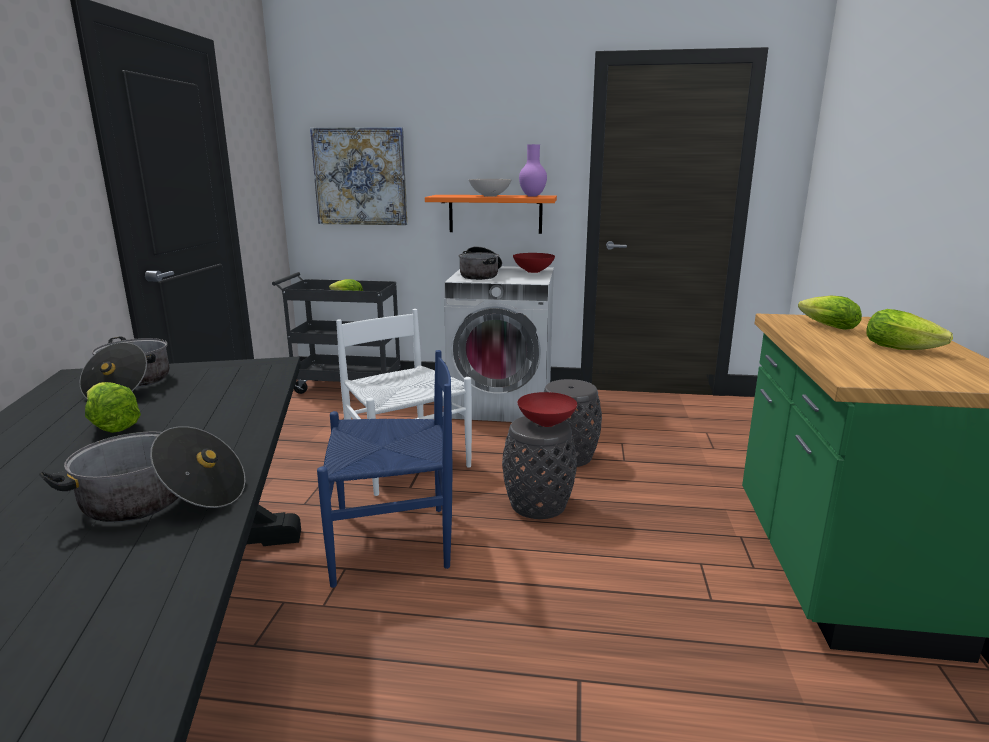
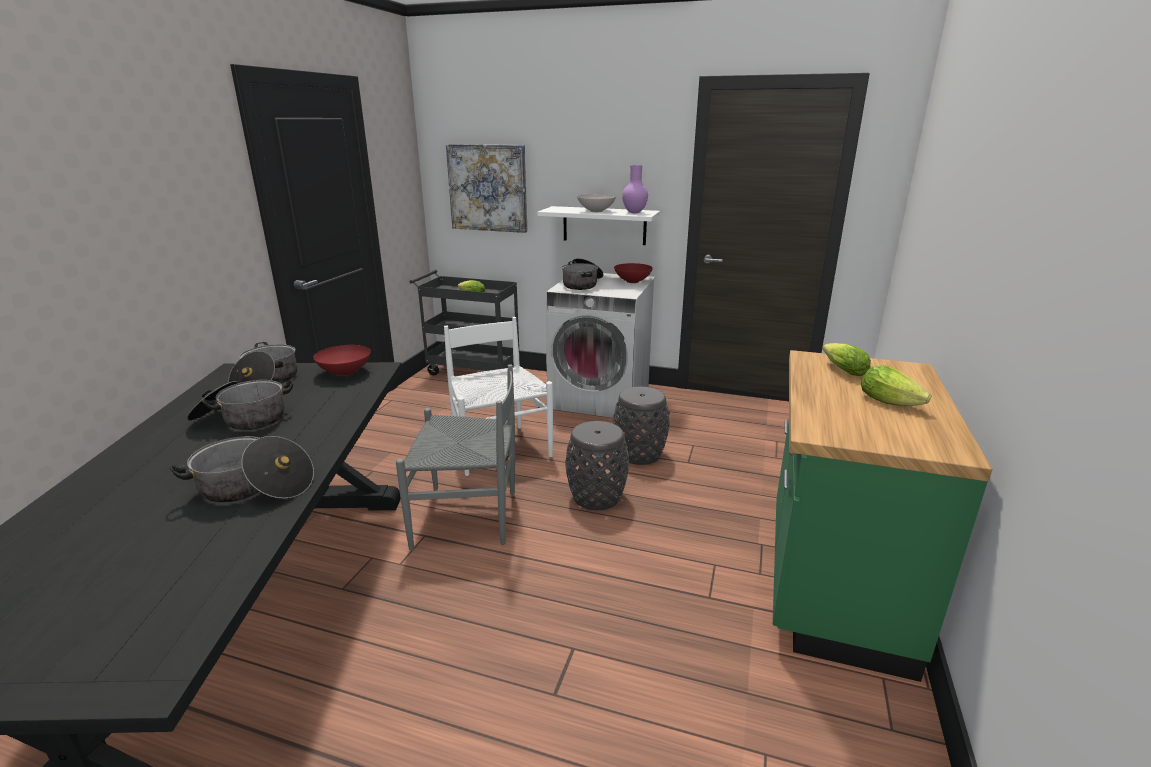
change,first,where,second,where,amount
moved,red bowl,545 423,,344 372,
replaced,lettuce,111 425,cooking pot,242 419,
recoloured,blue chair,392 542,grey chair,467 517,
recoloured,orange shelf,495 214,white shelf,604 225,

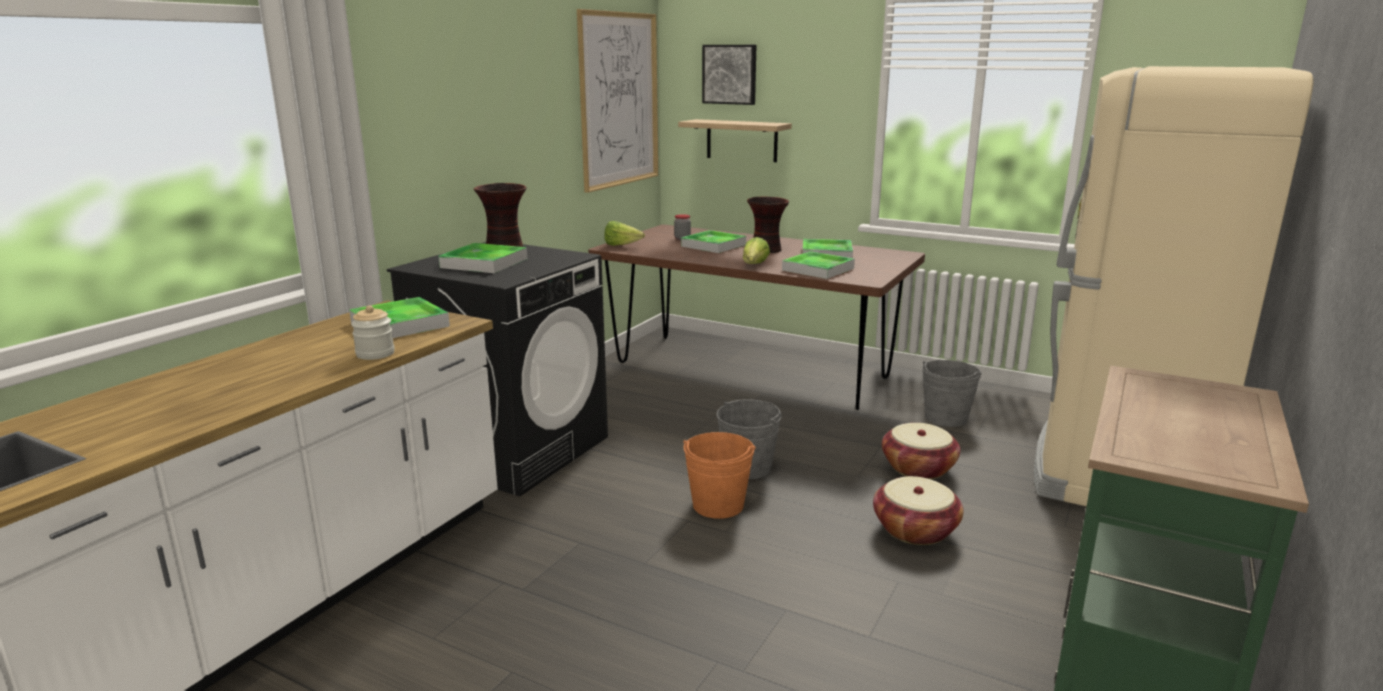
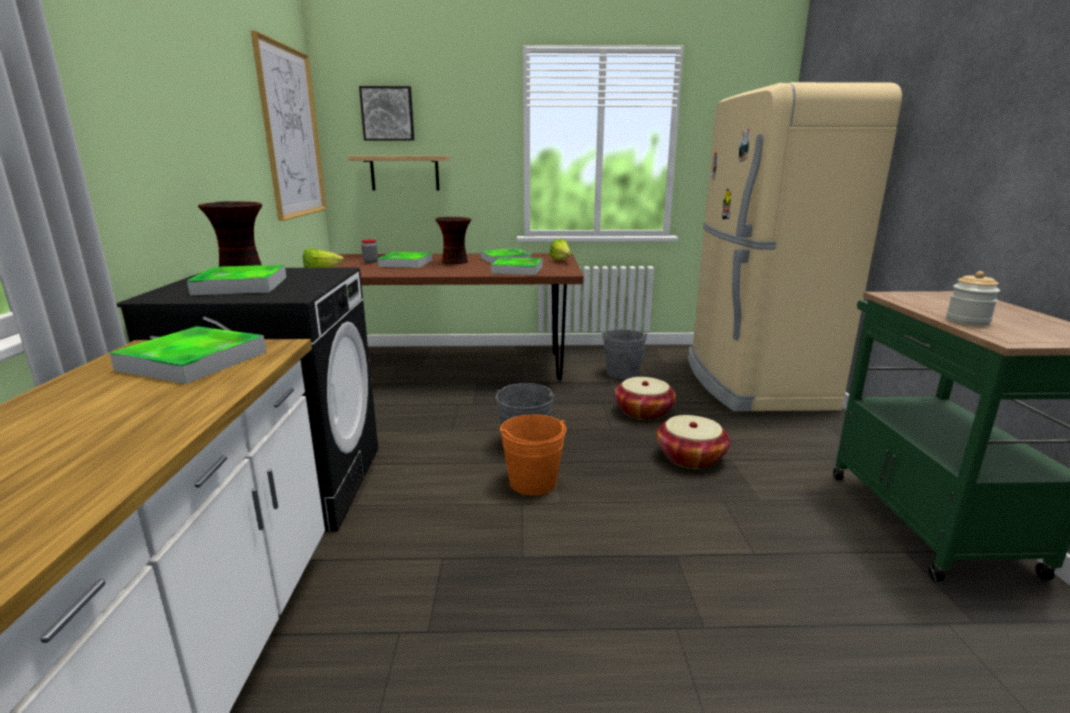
change,first,where,second,where,amount
moved,jar,375 354,,967 321,
moved,lettuce,754 265,,561 261,

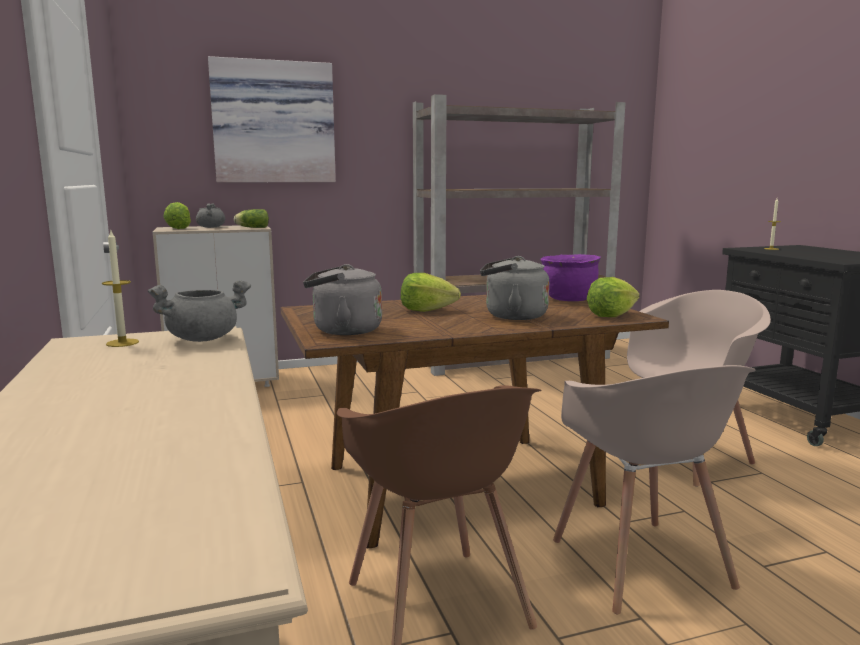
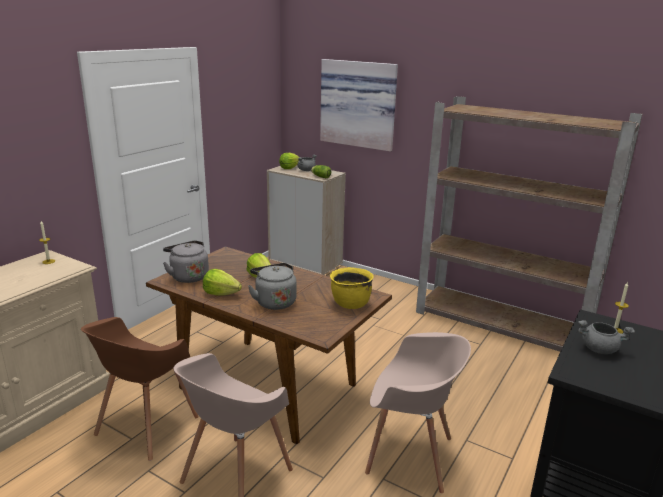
change,first,where,second,where,amount
moved,grey cooking pot,203 339,,599 349,
moved,lettuce,611 315,,221 293,
recoloured,purple cooking pot,568 300,yellow cooking pot,350 304,

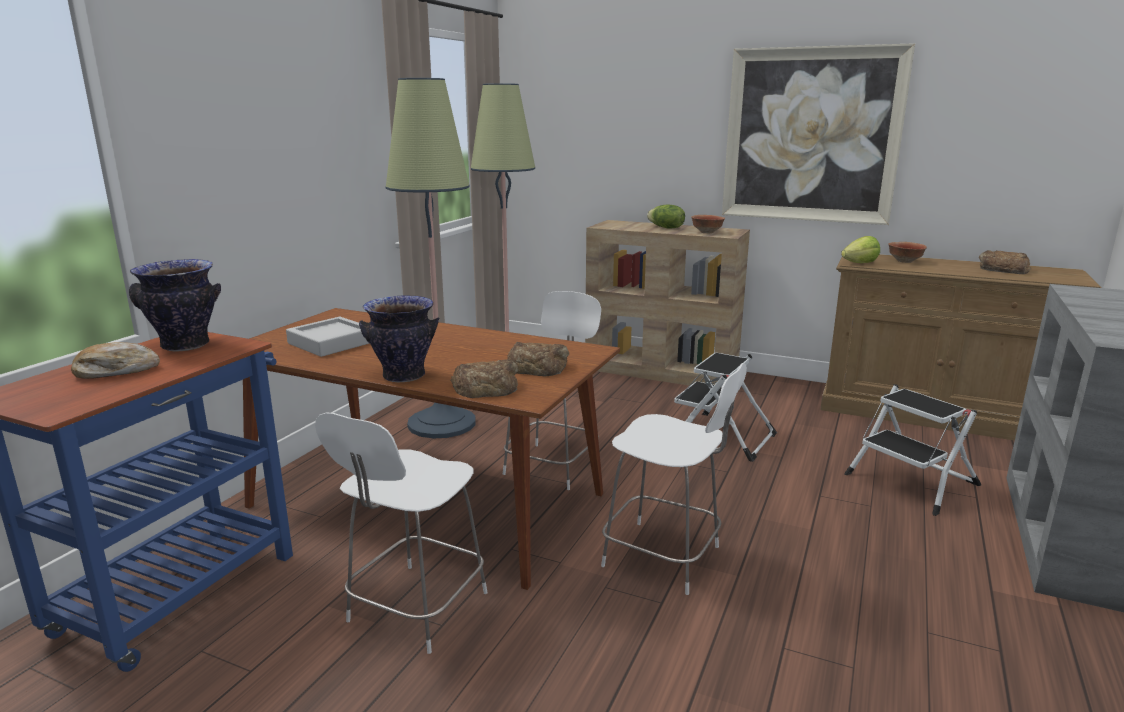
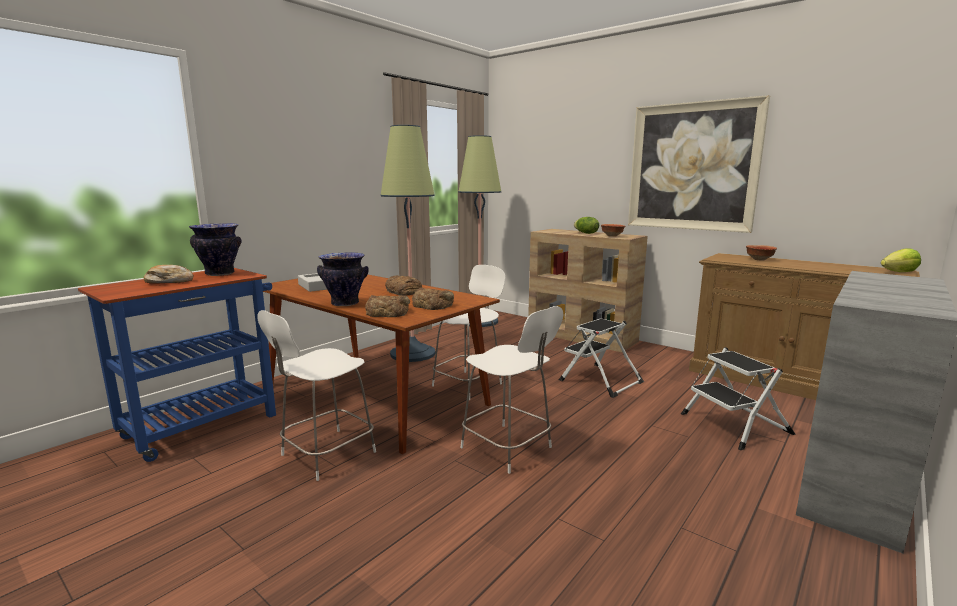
change,first,where,second,where,amount
moved,lettuce,860 263,,899 272,
moved,bread,1002 269,,403 291,

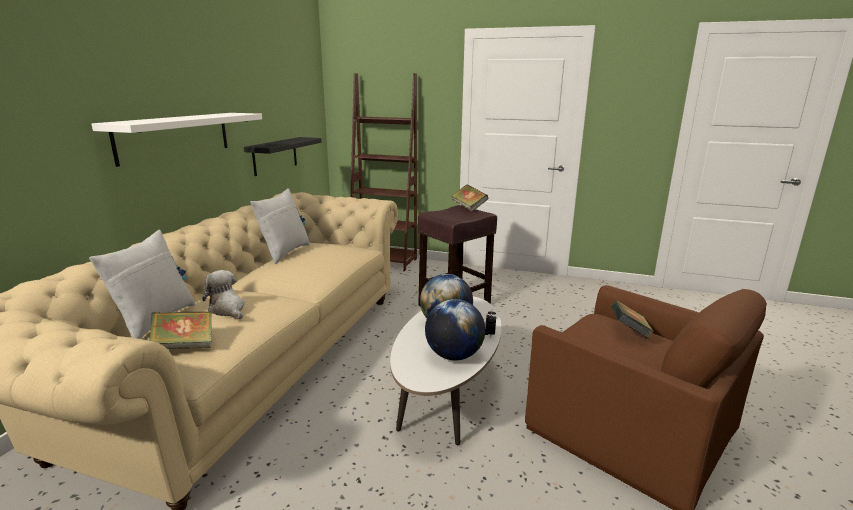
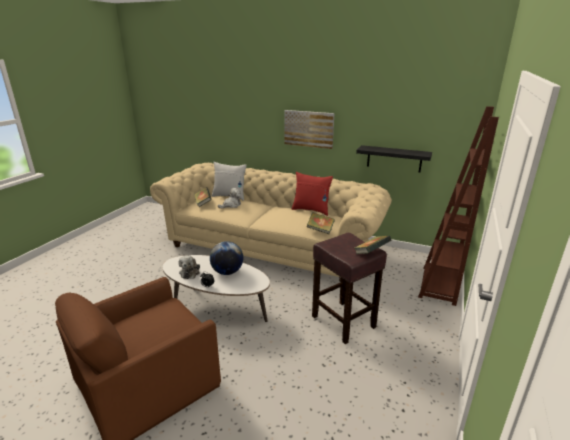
change,first,where,second,where,amount
moved,book,628 332,,320 230,
replaced,white shelf,175 136,picture,309 129,
replaced,globe,454 356,plush toy,190 272,
recoloured,grey pillow,285 253,red pillow,311 210,

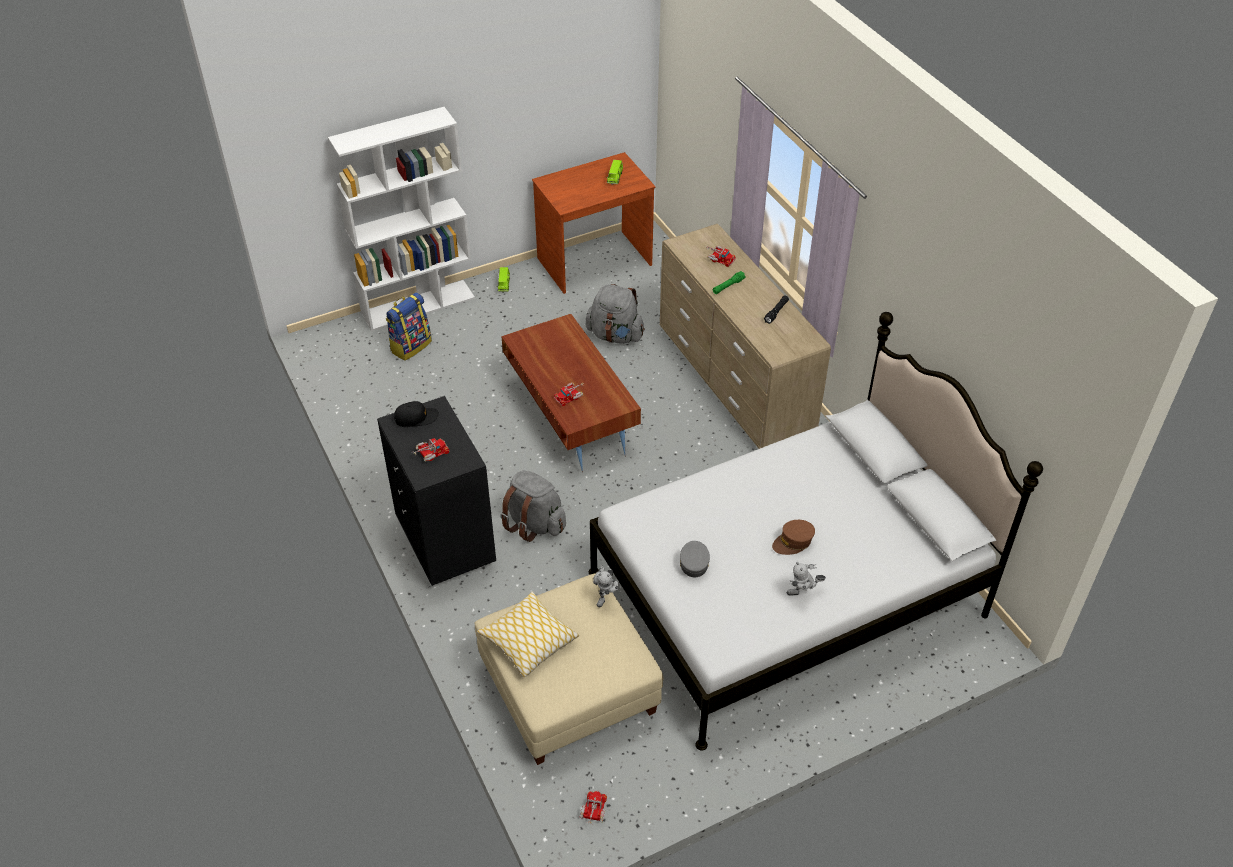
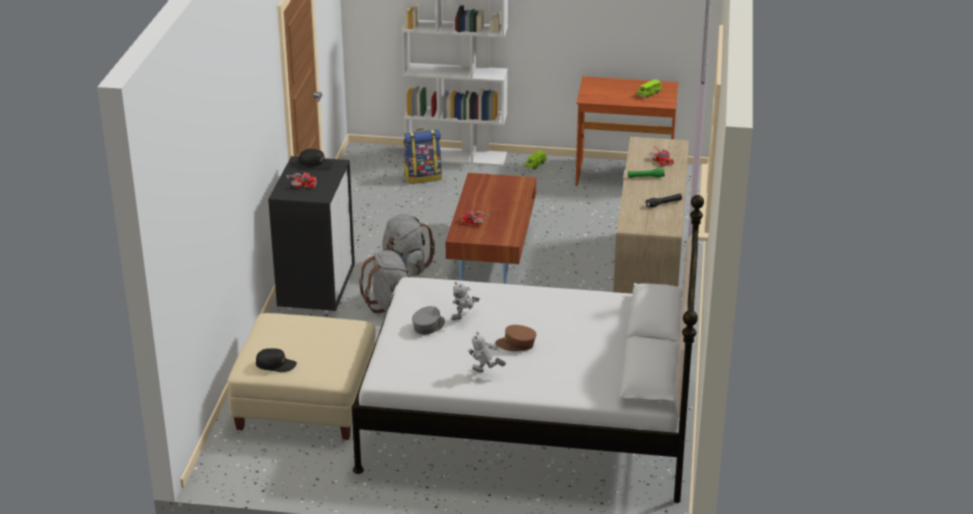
change,first,where,second,where,amount
removed,pillow,528 640,,,
removed,toy truck,593 812,,,
added,,,black cap,276 365,
moved,grey backpack,615 335,,405 268,
moved,toy robot,606 596,,464 317,

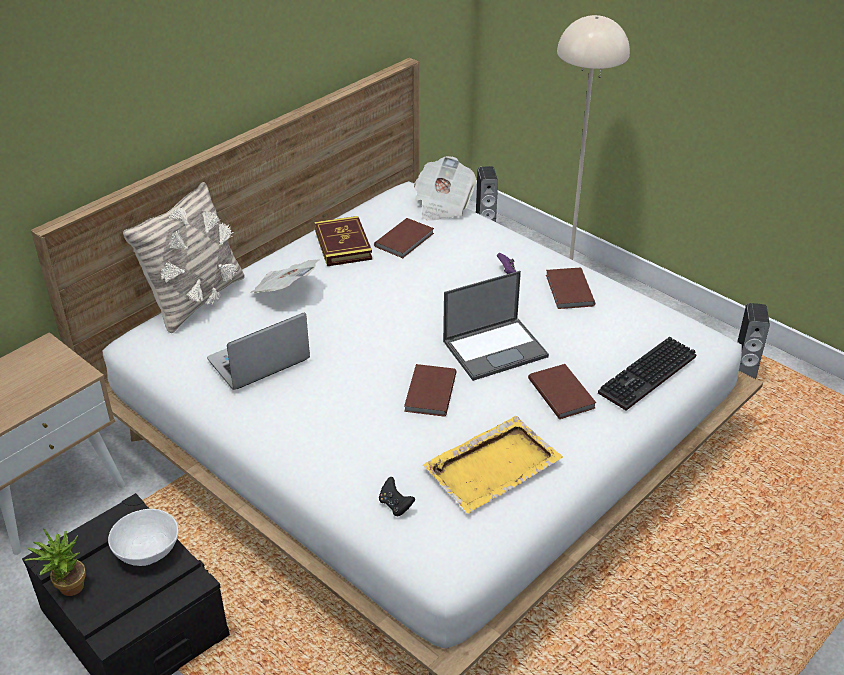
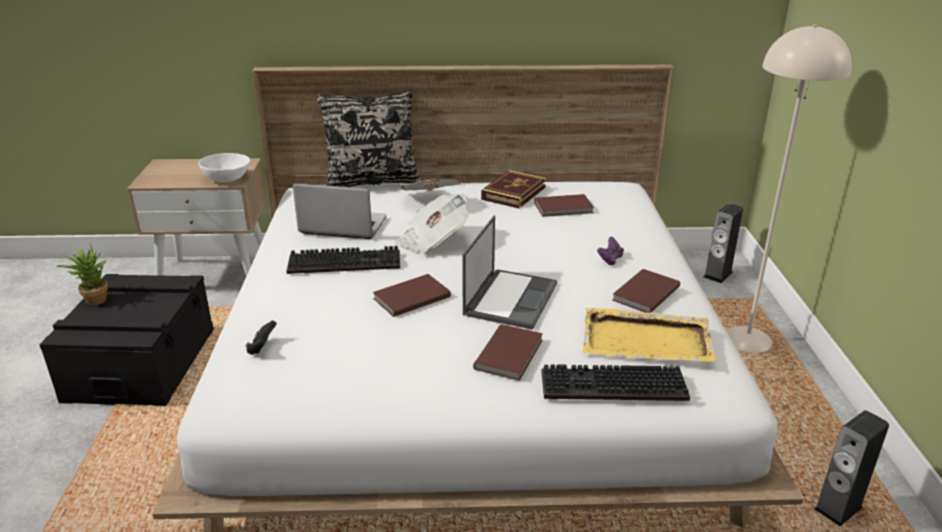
change,first,where,second,where,amount
added,,,keyboard,346 262,
moved,white bowl,146 550,,227 178,
moved,newspaper,443 205,,432 241,
moved,yellow tray,494 466,,647 340,
recoloured,beige pillow,196 300,black pillow,372 183,
turned,laptop,496 348,,511 298,90 degrees counterclockwise

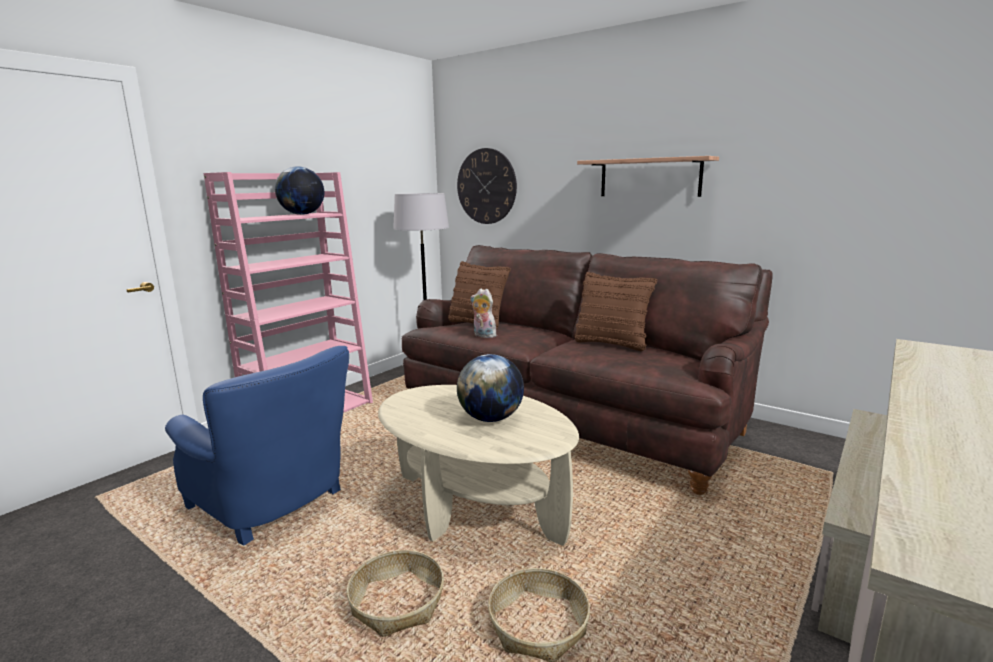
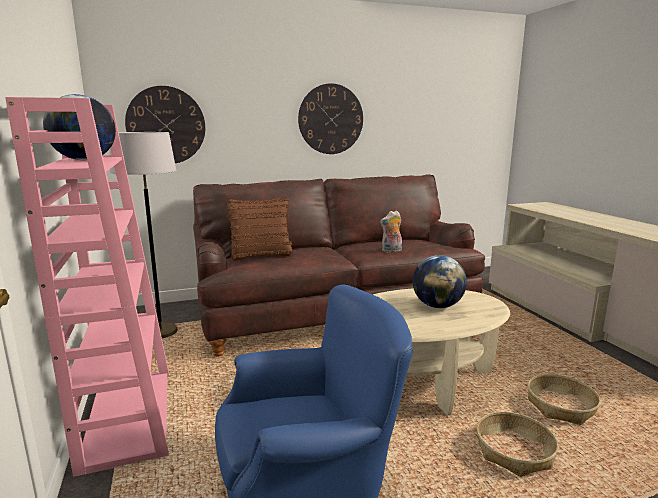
change,first,where,second,where,amount
removed,brown pillow,612 344,,,
moved,plush toy,483 335,,391 251,
replaced,shelf,649 177,wall clock,331 119,

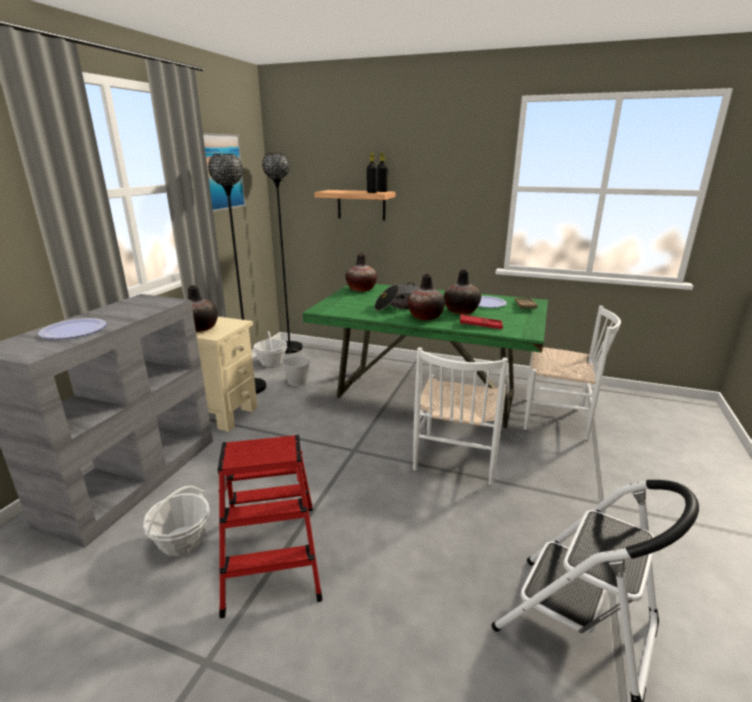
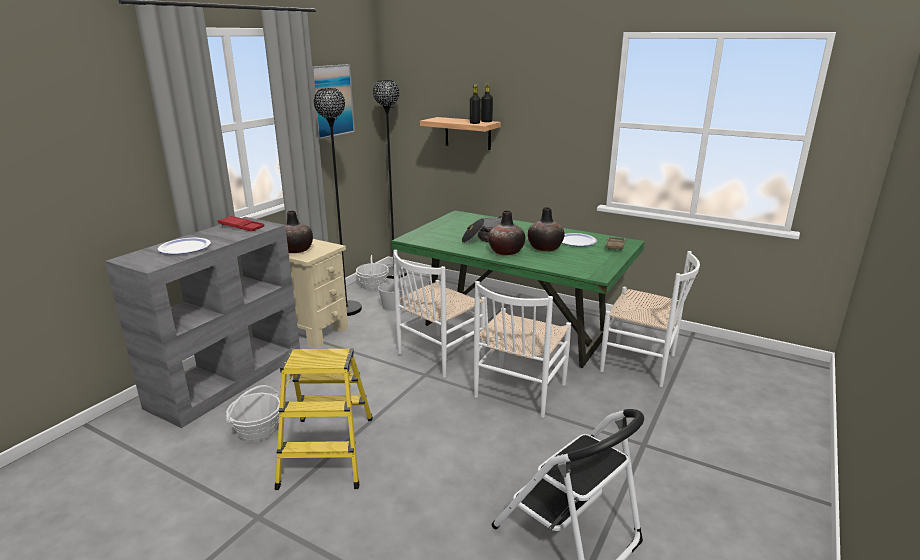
change,first,where,second,where,amount
removed,vase,361 289,,,
added,,,white chair,438 356,
moved,red tray,480 325,,241 227,
recoloured,red step ladder,272 554,yellow step ladder,327 450,

